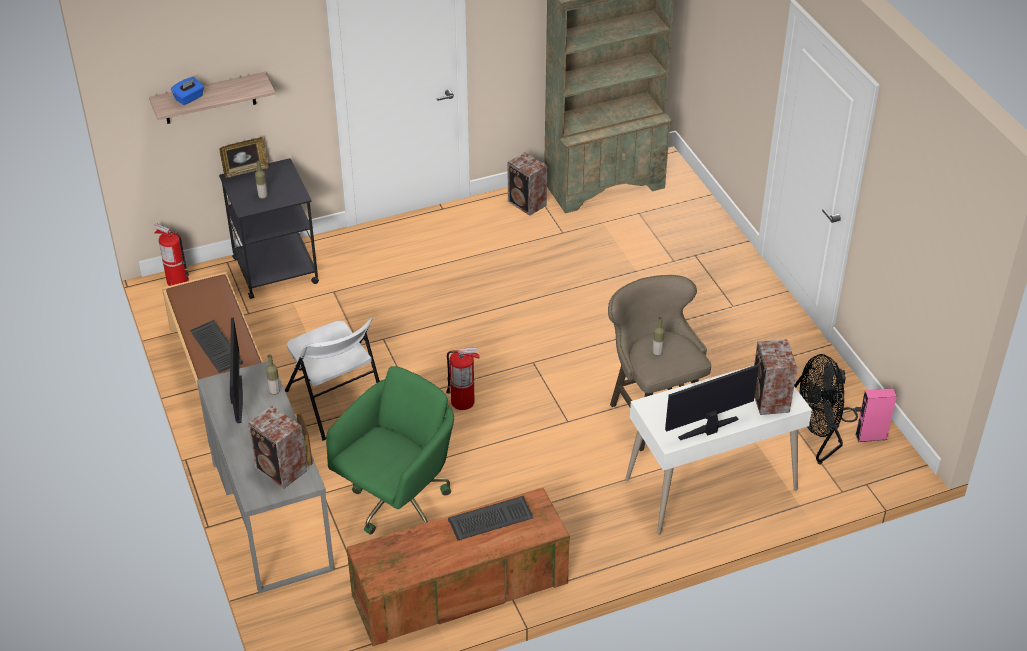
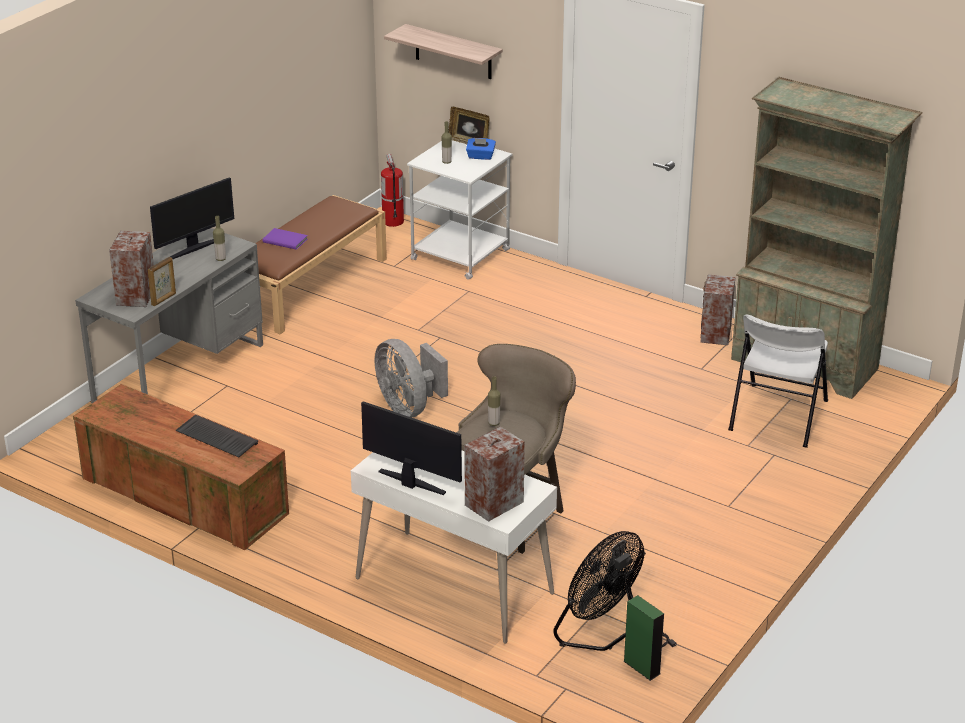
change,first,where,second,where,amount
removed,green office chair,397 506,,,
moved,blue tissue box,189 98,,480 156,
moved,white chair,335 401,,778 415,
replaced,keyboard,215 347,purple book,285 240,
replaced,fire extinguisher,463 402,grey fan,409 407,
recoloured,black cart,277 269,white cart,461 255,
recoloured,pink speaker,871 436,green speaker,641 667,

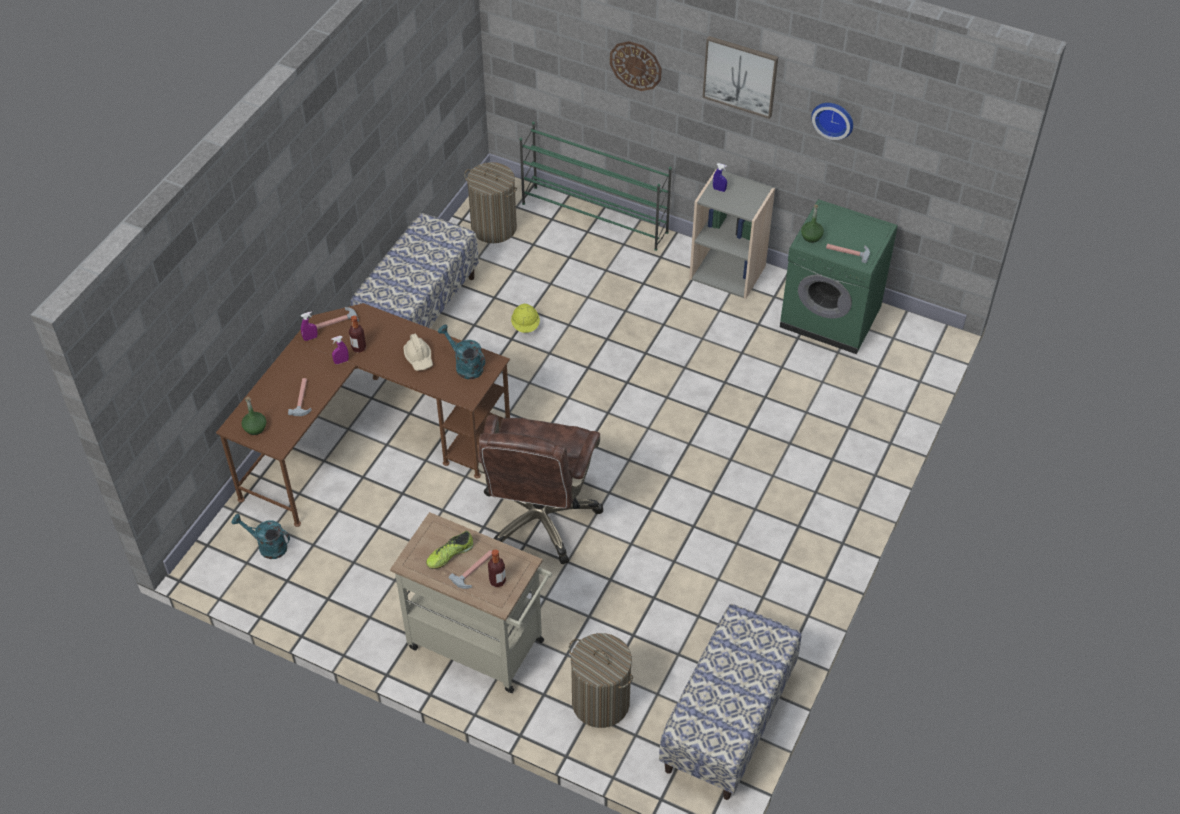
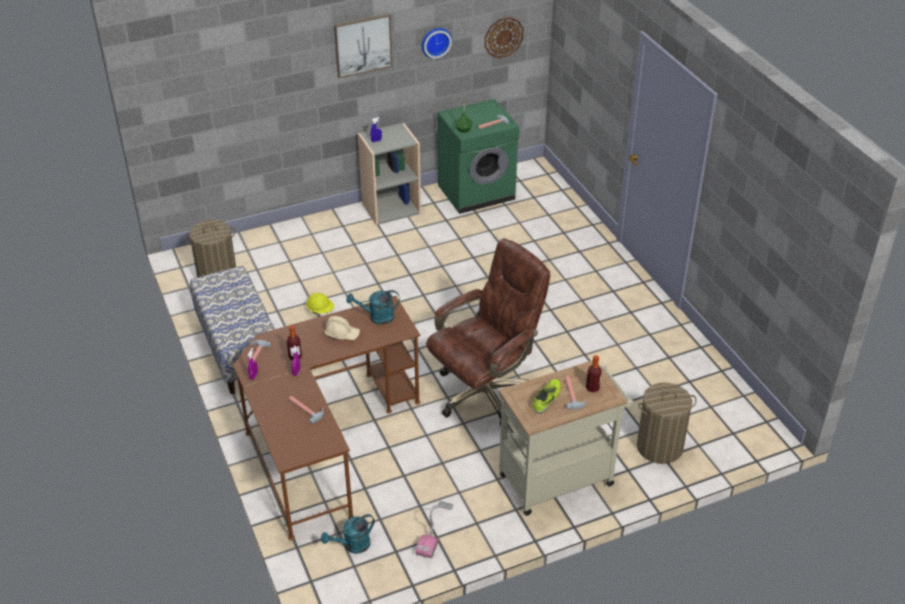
change,first,where,second,where,amount
removed,green bottle,255 428,,,
removed,green shoe rack,595 218,,,
removed,bench,728 721,,,
added,,,vacuum cleaner,435 530,
moved,wall clock,636 65,,503 37,
turned,shoe,449 555,,547 399,150 degrees counterclockwise
turned,brown office chair,539 517,,485 393,90 degrees counterclockwise

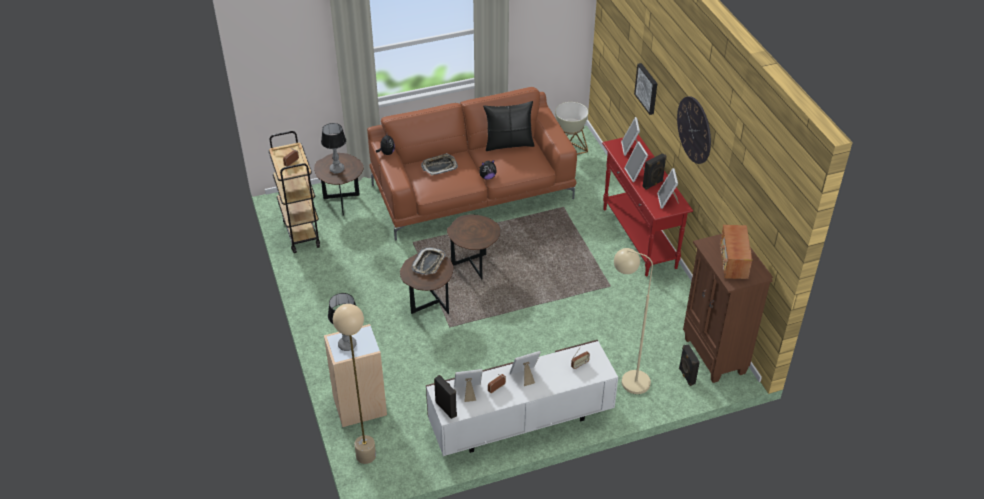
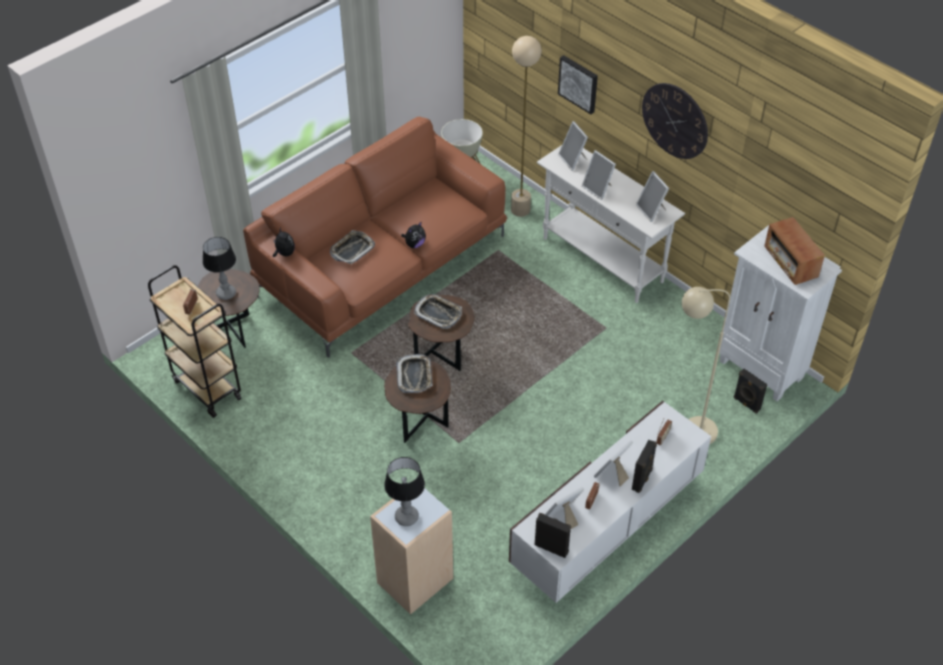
change,first,where,second,where,amount
removed,black pillow,509 144,,,
added,,,tray,438 313,
moved,beige floor lamp,365 455,,520 210,
moved,black speaker,653 184,,642 480,
recoloured,red console table,639 238,white console table,602 260,
recoloured,brown cabinet,713 356,white cabinet,760 371,

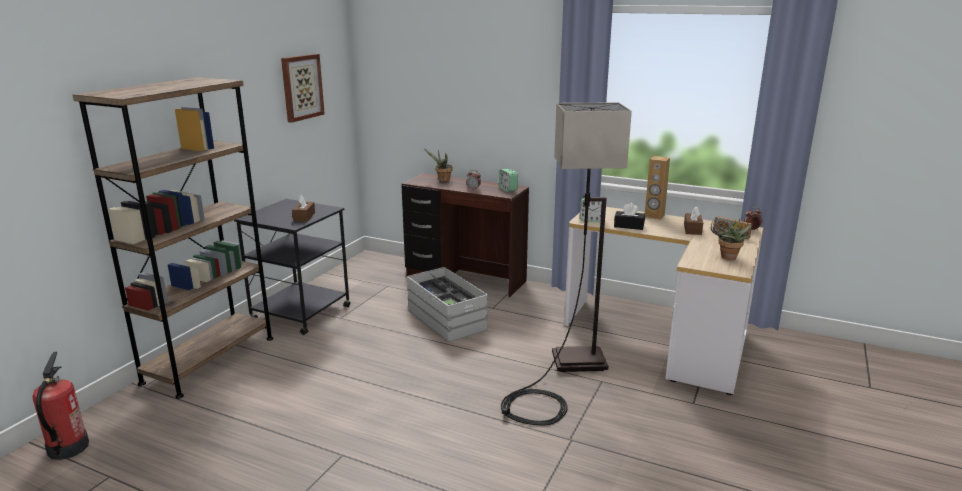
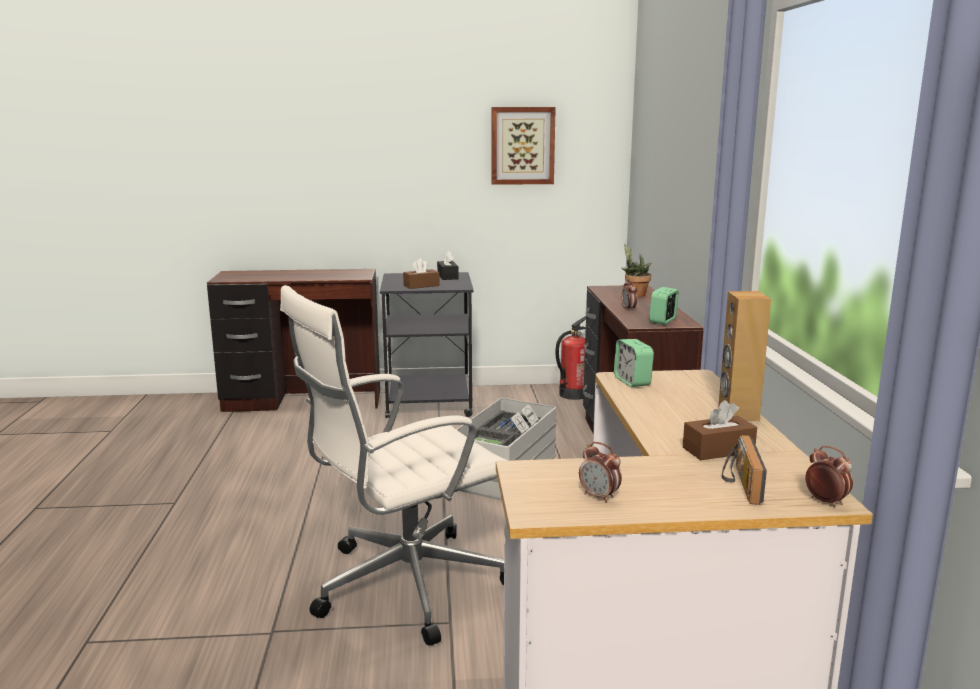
change,first,where,second,where,amount
moved,fire extinguisher,67 448,,573 394,
moved,black tissue box,629 226,,447 276,
replaced,brown bookcase,209 360,brown desk,303 401,
replaced,floor lamp,554 385,white office chair,404 585,
replaced,potted plant,729 258,alarm clock,599 497,

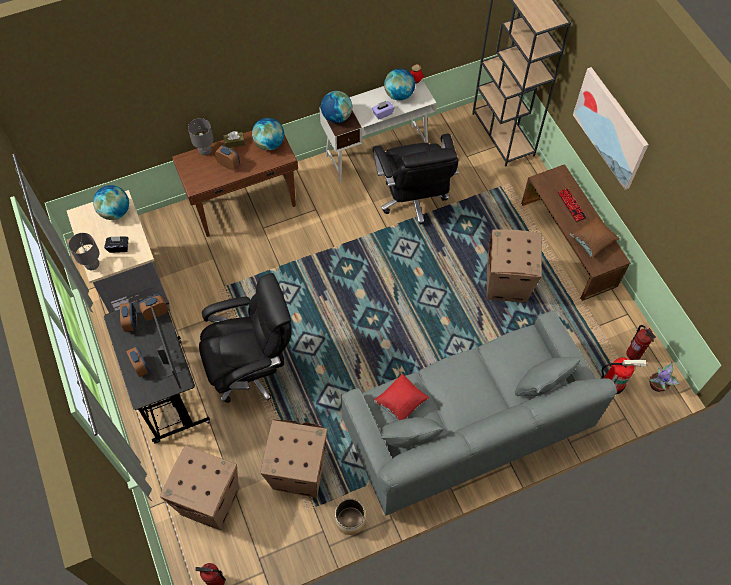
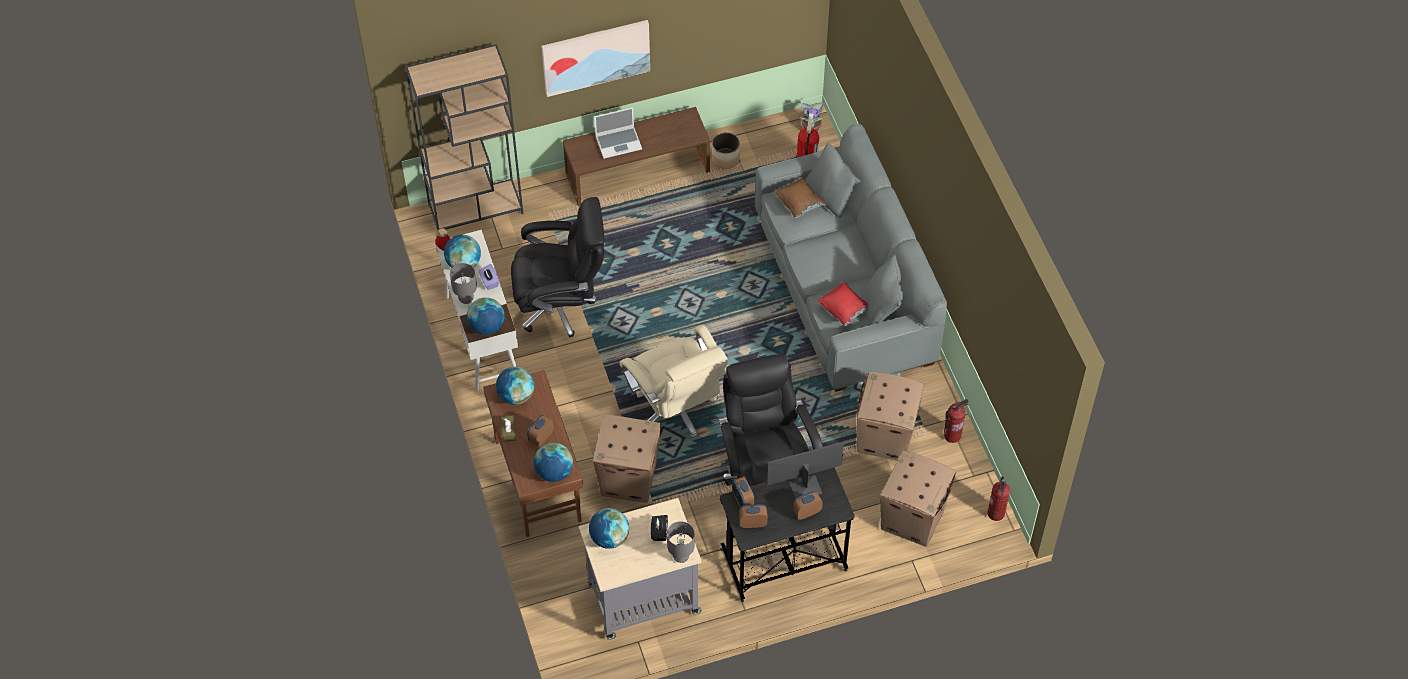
change,first,where,second,where,amount
added,,,globe,554 472,
added,,,beige office chair,677 411,
moved,grey table lamp,205 151,,465 299,
moved,planter,350 520,,725 159,
moved,cardboard box,507 284,,629 479,
moved,brown pillow,592 242,,799 204,
moved,fire extinguisher,634 354,,952 435,
replaced,keyboard,571 205,laptop,619 142,

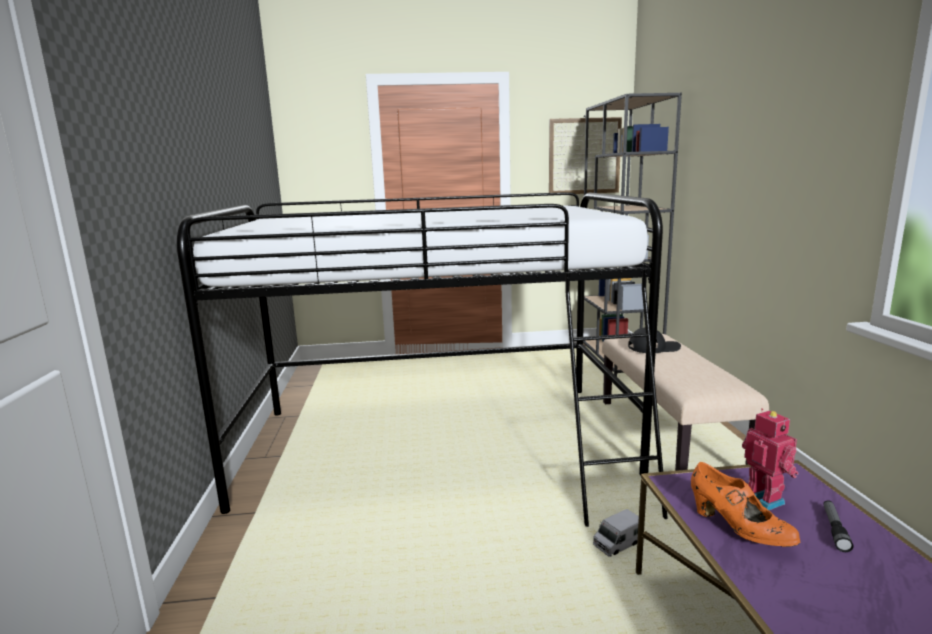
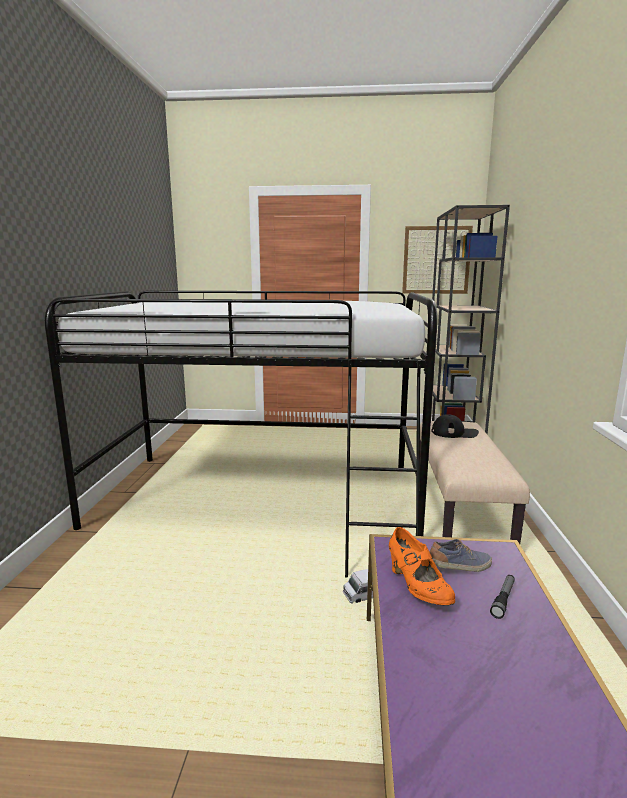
change,first,where,second,where,amount
replaced,toy robot,764 499,shoe,460 567,

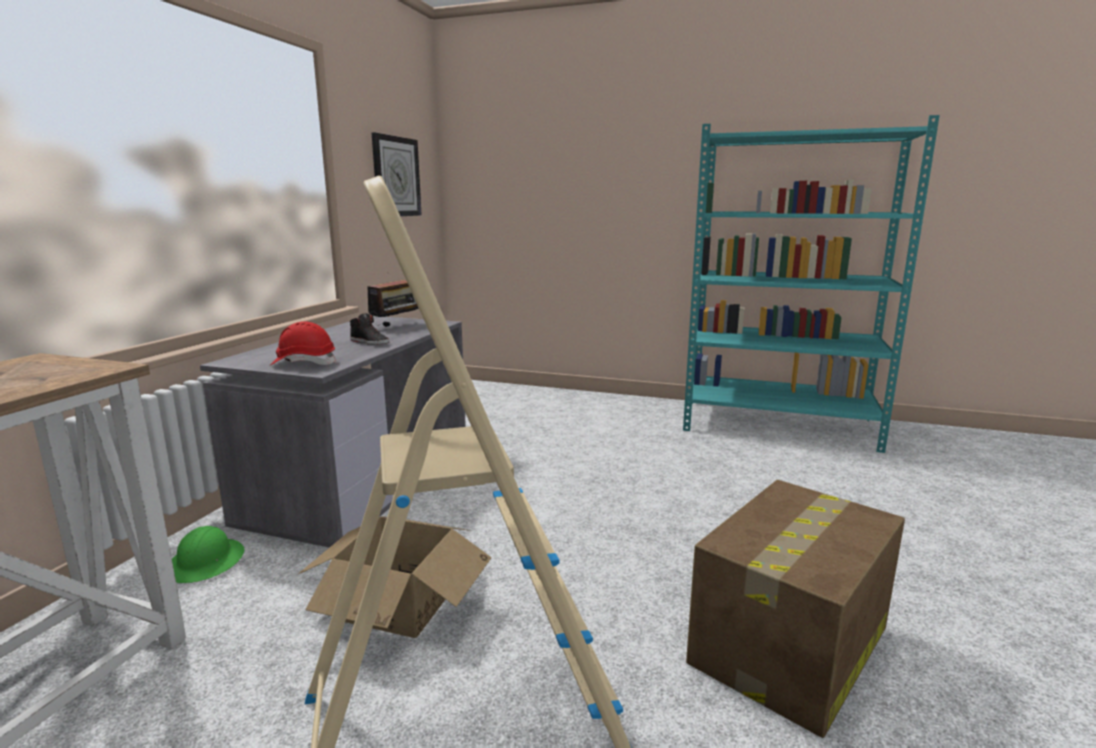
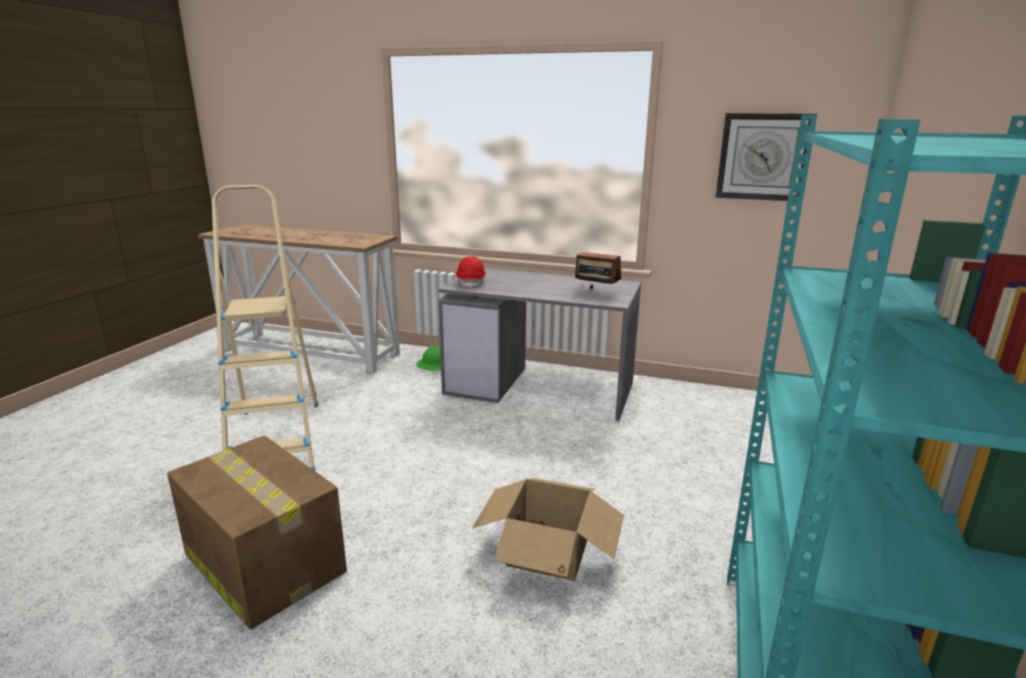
change,first,where,second,where,amount
removed,black shoe,370 342,,,
moved,cardboard box,400 602,,548 550,

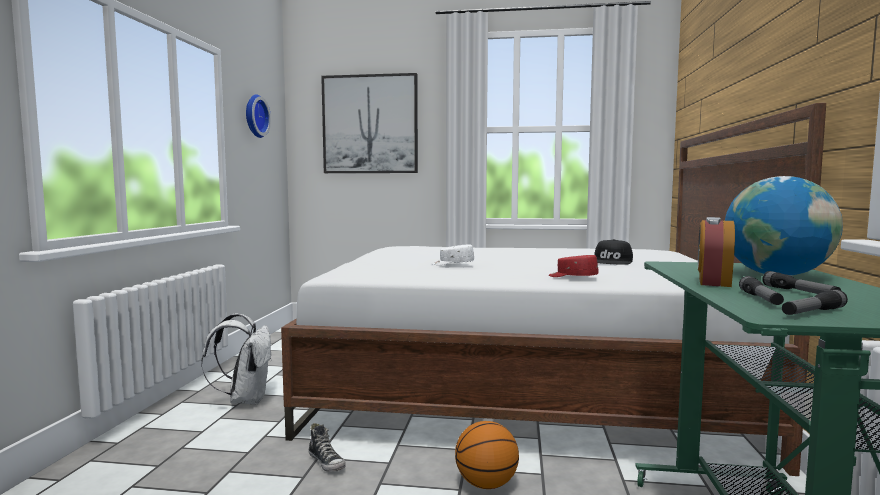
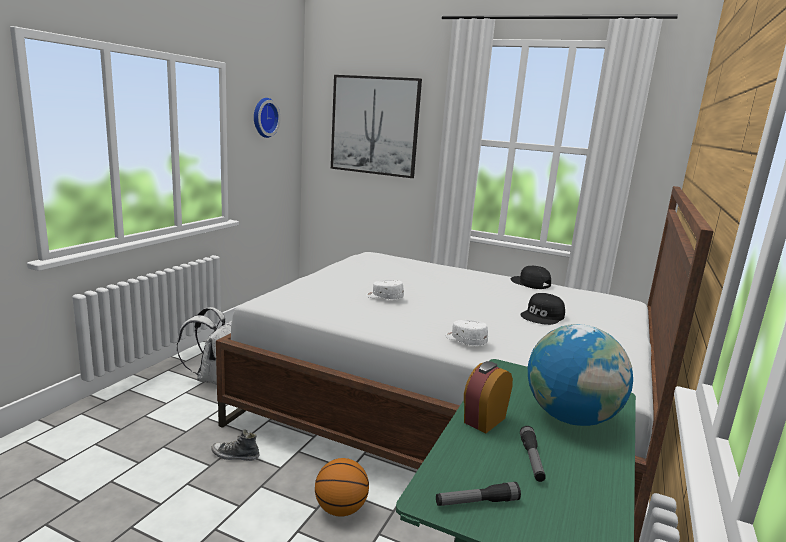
change,first,where,second,where,amount
removed,flashlight,760 299,,,
added,,,black cap,530 283,
recoloured,red cap,572 277,white cap,465 341,
turned,shoe,327 462,,235 455,120 degrees clockwise

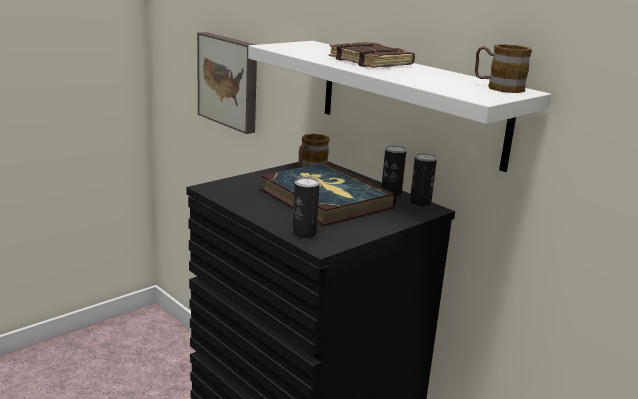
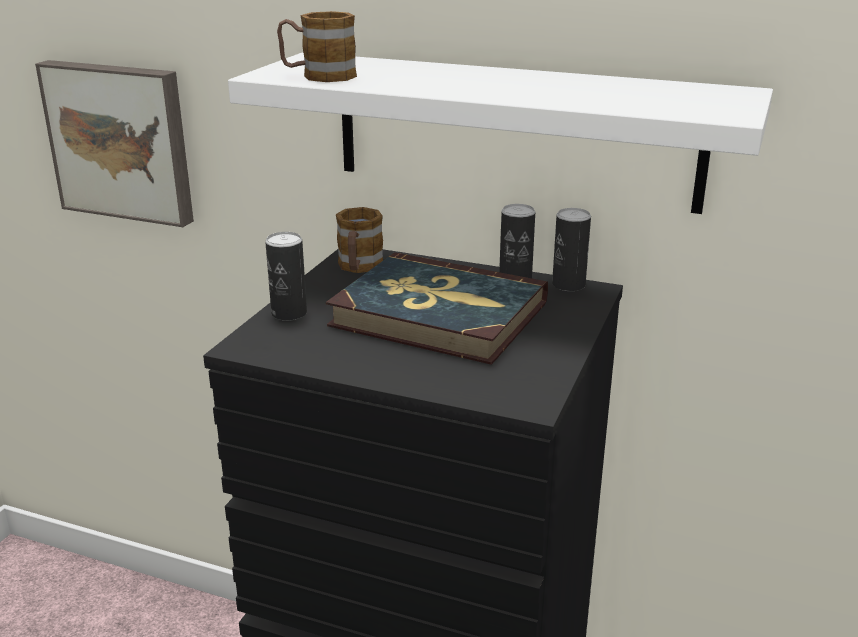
change,first,where,second,where,amount
removed,brown book,372 62,,,
moved,can,304 234,,289 313,
moved,mug,498 87,,318 76,

